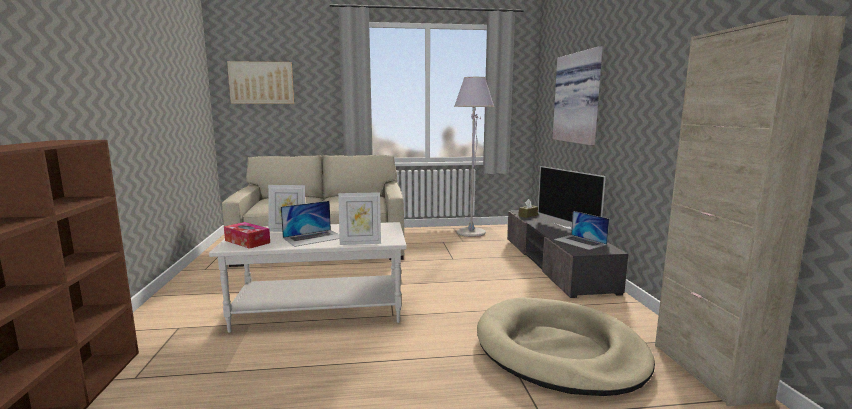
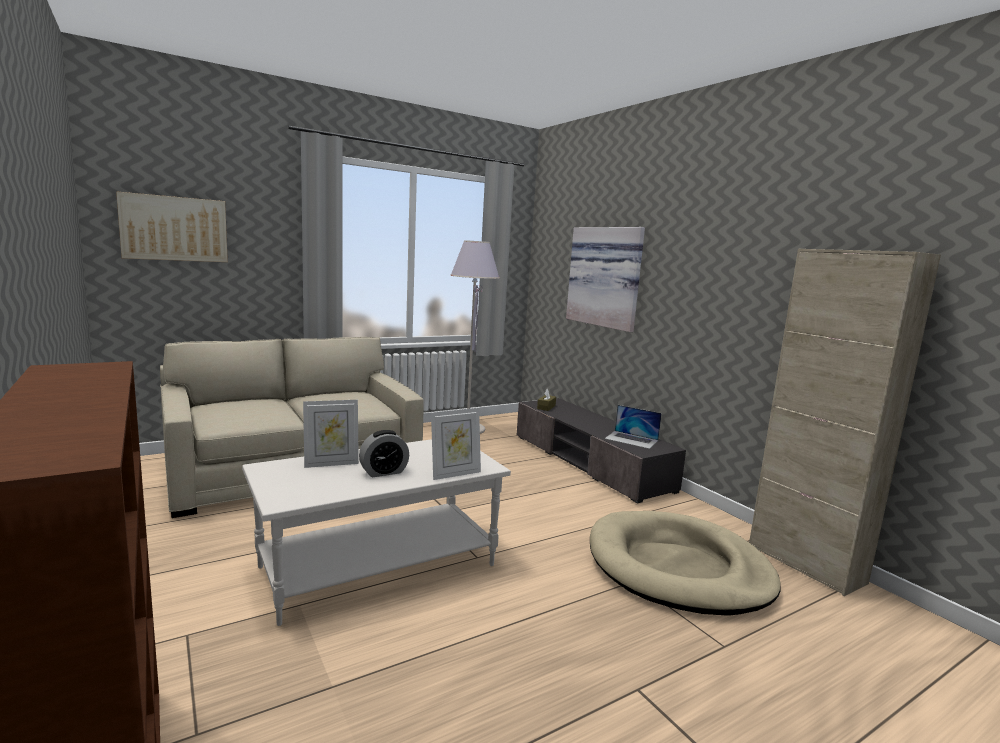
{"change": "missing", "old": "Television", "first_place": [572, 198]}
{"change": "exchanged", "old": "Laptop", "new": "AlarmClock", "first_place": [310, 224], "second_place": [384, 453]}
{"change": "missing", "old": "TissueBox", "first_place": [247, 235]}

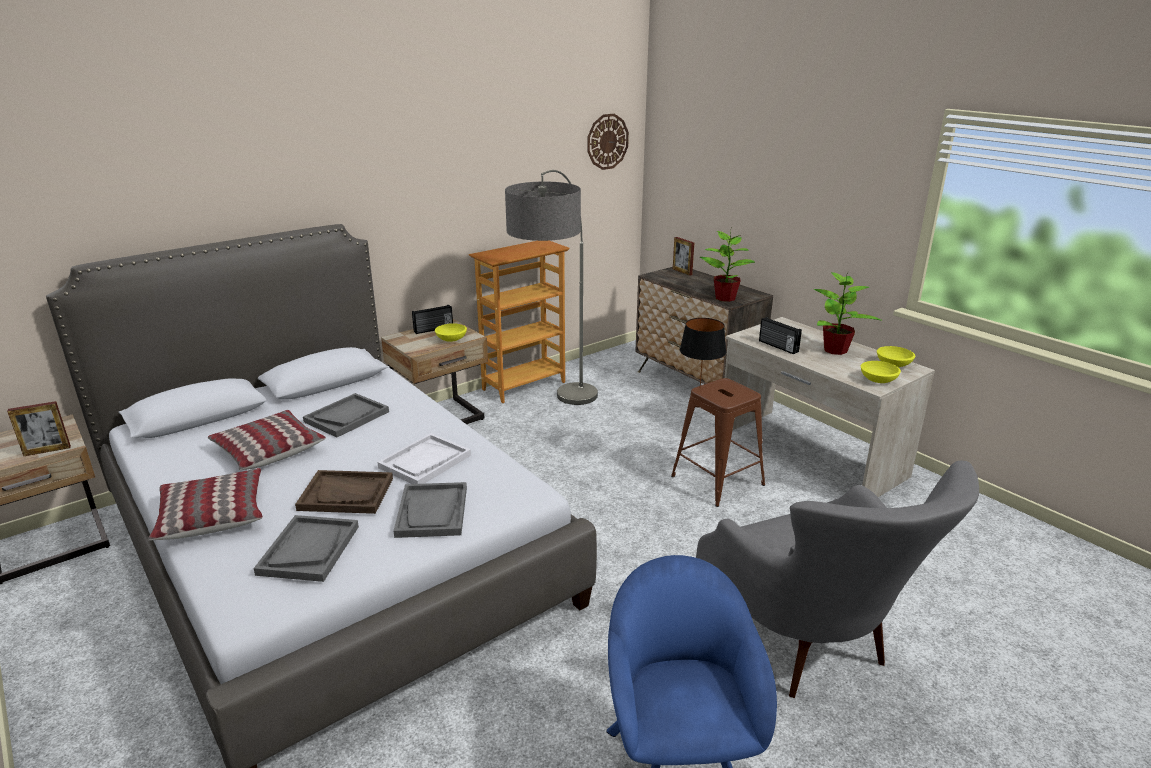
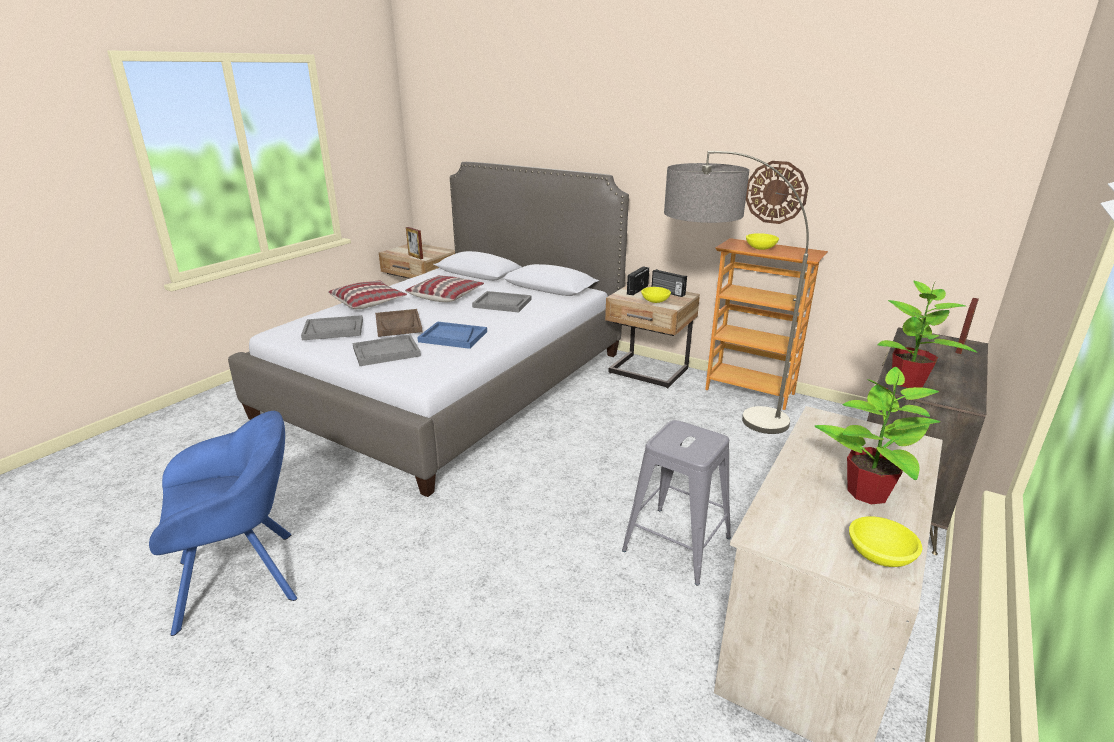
{"change": "relocated", "old": "WallClock", "first_place": [608, 142], "second_place": [777, 192]}
{"change": "relocated", "old": "Radio", "first_place": [780, 335], "second_place": [638, 280]}
{"change": "missing", "old": "BlackTableLamp", "first_place": [703, 352]}
{"change": "relocated", "old": "YellowBowl", "first_place": [881, 372], "second_place": [762, 241]}
{"change": "colour", "old": "BrownStool", "new": "GreyStool", "first_place": [718, 442], "second_place": [676, 503]}
{"change": "colour", "old": "WhiteTray", "new": "BlueTray", "first_place": [424, 458], "second_place": [452, 335]}
{"change": "missing", "old": "GreyArmchair", "first_place": [837, 579]}

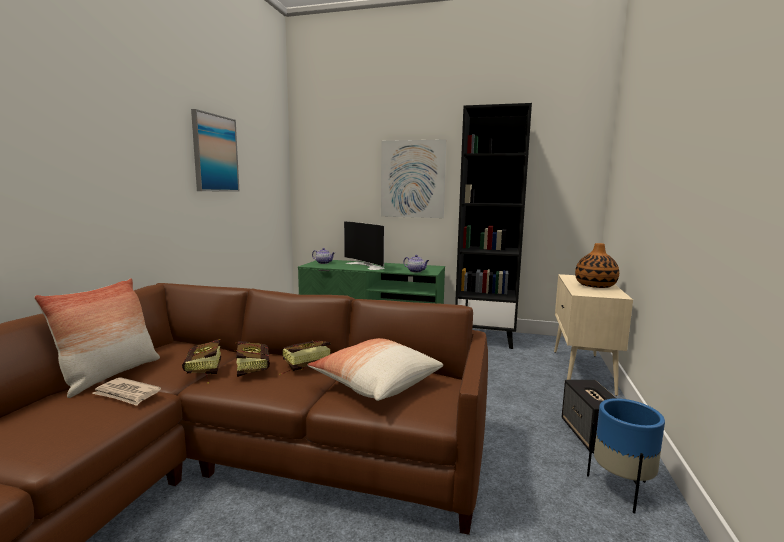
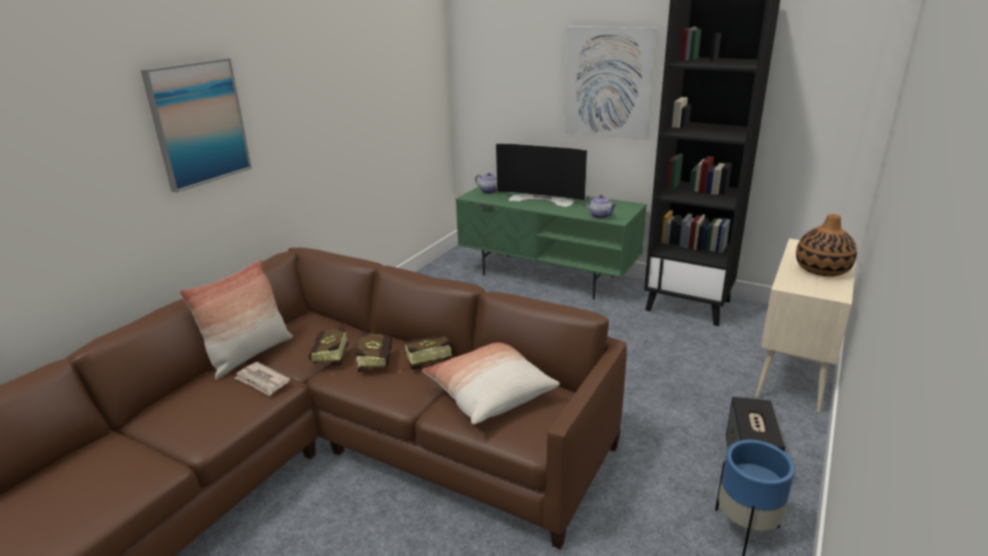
{"change": "relocated", "old": "Picture", "first_place": [215, 150], "second_place": [196, 125]}
{"change": "spun", "old": "Television", "first_place": [364, 245], "second_place": [542, 175], "degrees": -45}

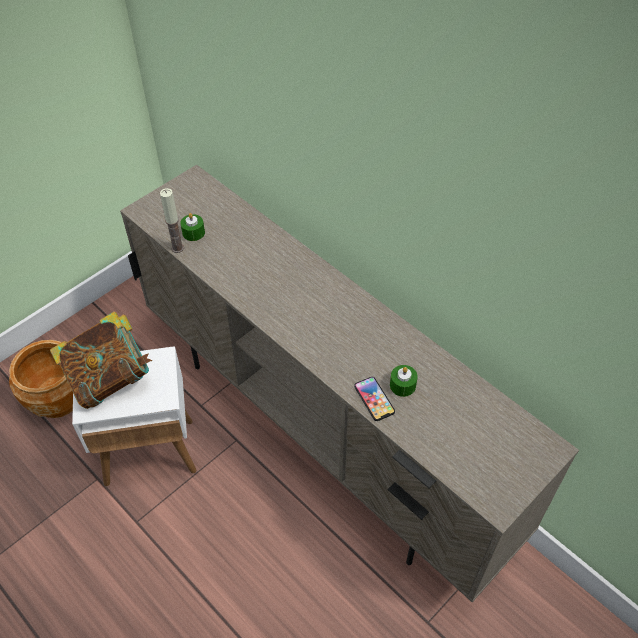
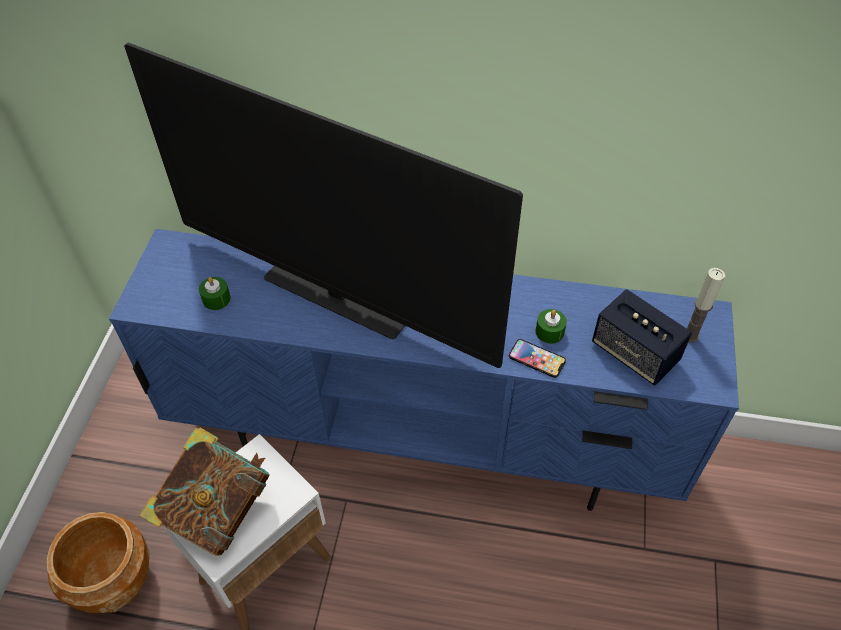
{"change": "colour", "old": "BeigeTvStand", "new": "BlueTvStand", "first_place": [349, 383], "second_place": [424, 370]}
{"change": "relocated", "old": "Candle", "first_place": [172, 220], "second_place": [706, 305]}
{"change": "appeared", "new": "Television", "second_place": [323, 205]}
{"change": "appeared", "new": "Speaker", "second_place": [642, 337]}

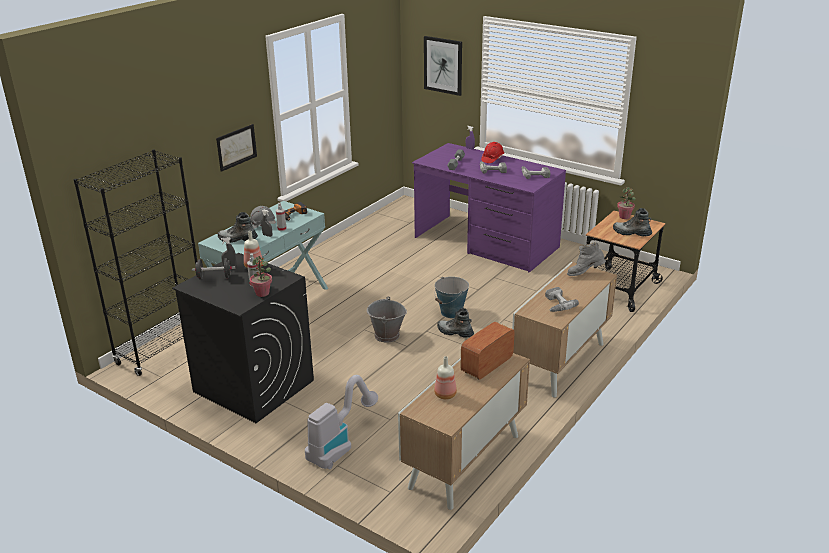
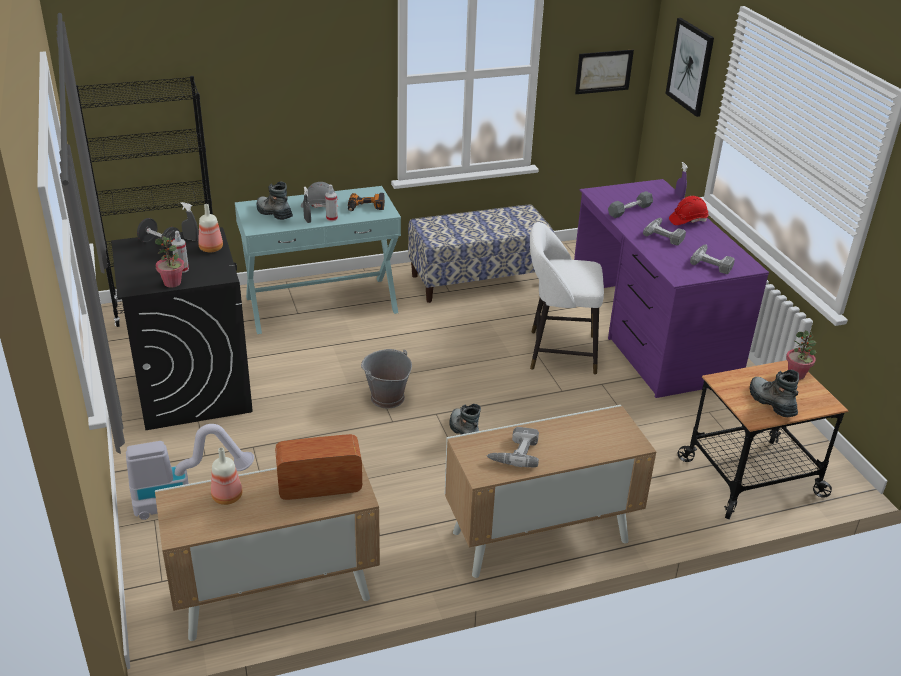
{"change": "relocated", "old": "Picture", "first_place": [236, 148], "second_place": [604, 72]}
{"change": "missing", "old": "GreyBoot", "first_place": [586, 259]}
{"change": "missing", "old": "Bucket", "first_place": [452, 297]}
{"change": "appeared", "new": "Bench", "second_place": [481, 254]}
{"change": "appeared", "new": "WhiteStool", "second_place": [567, 298]}

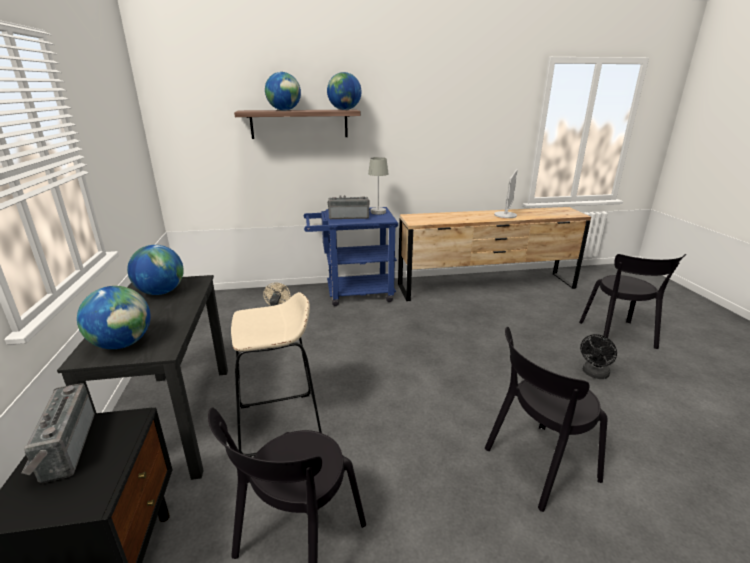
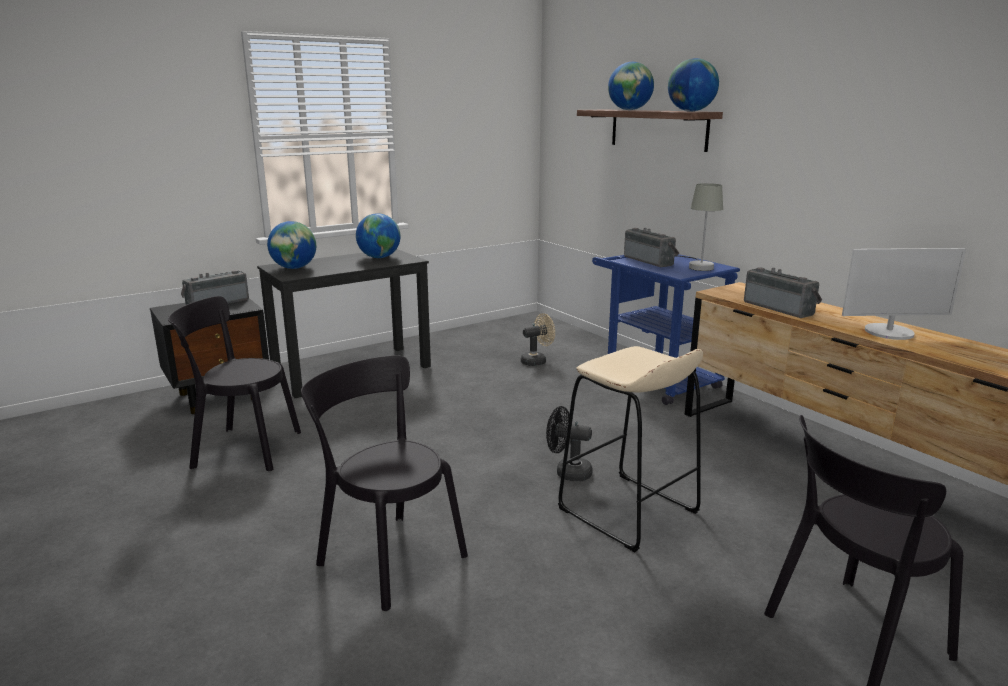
{"change": "relocated", "old": "BeigeStool", "first_place": [276, 374], "second_place": [630, 449]}
{"change": "relocated", "old": "BlackFan", "first_place": [598, 356], "second_place": [569, 443]}
{"change": "appeared", "new": "Radio", "second_place": [783, 292]}

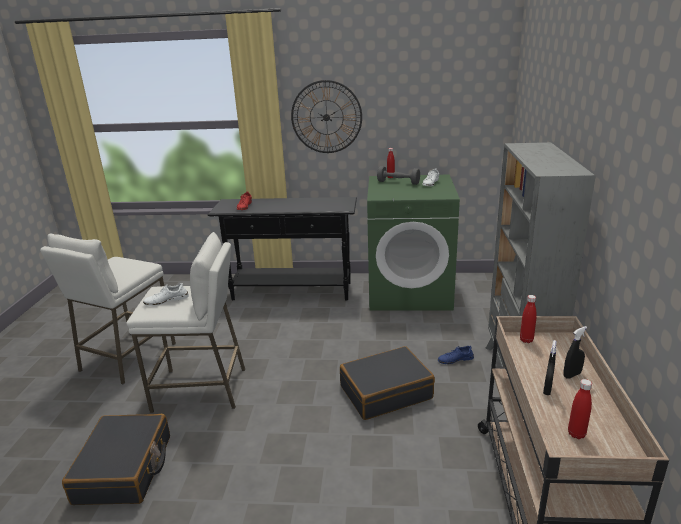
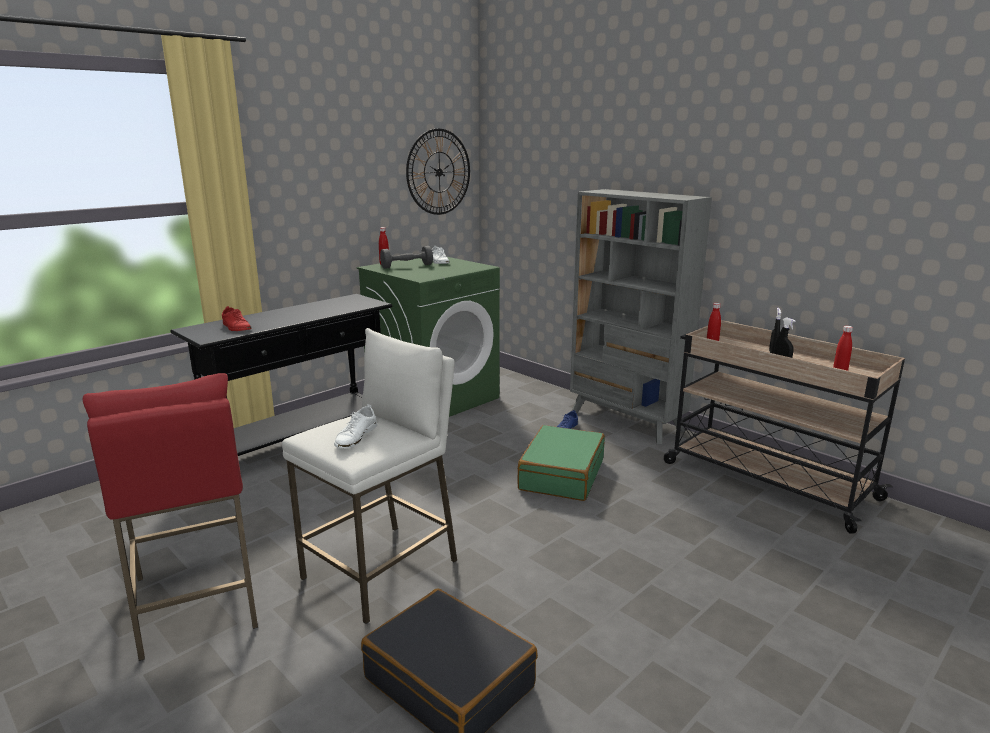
{"change": "relocated", "old": "WallClock", "first_place": [326, 116], "second_place": [438, 172]}
{"change": "colour", "old": "WhiteStool", "new": "RedStool", "first_place": [108, 309], "second_place": [170, 517]}
{"change": "colour", "old": "BlackSuitcase", "new": "GreenSuitcase", "first_place": [387, 383], "second_place": [561, 463]}

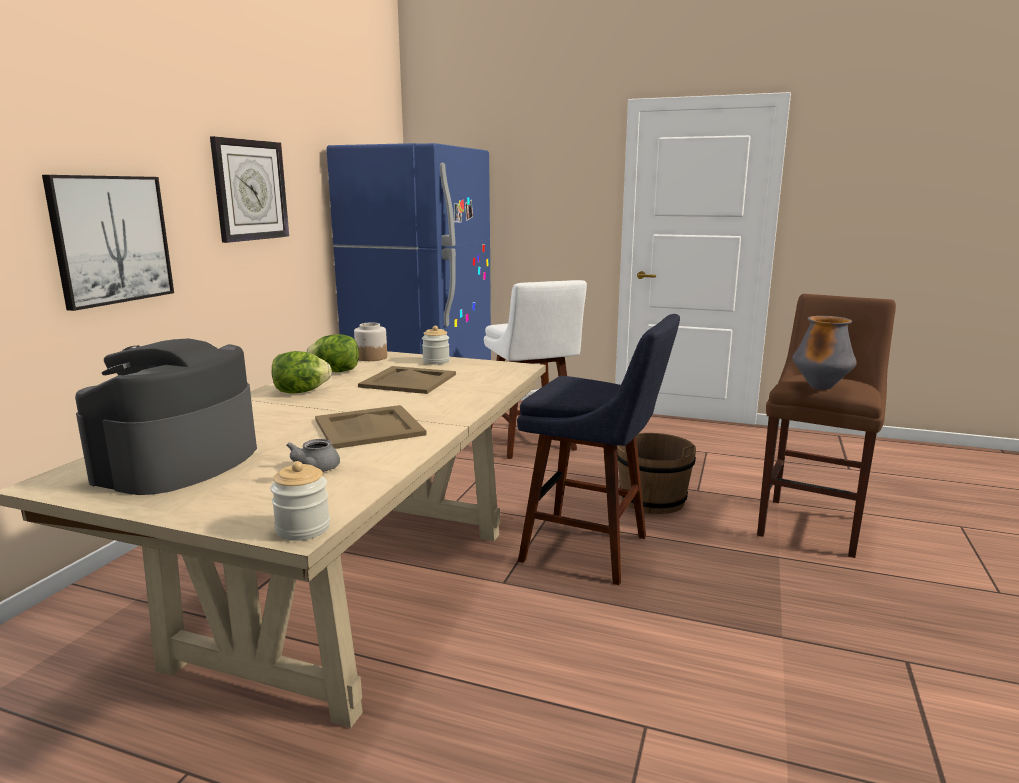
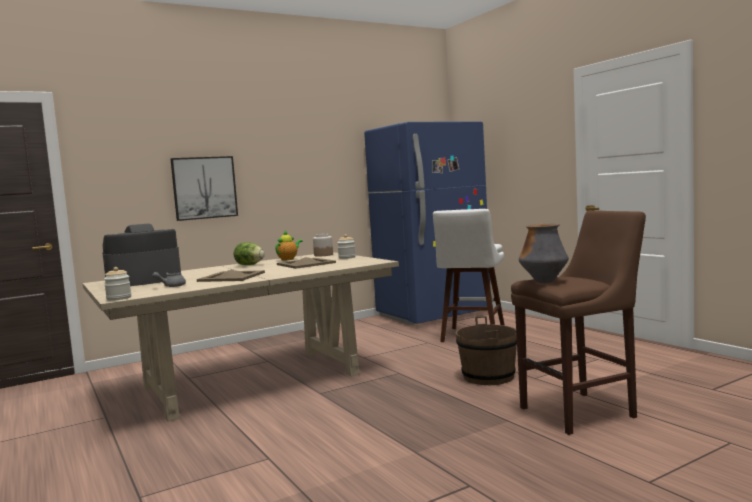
{"change": "missing", "old": "WallClock", "first_place": [249, 189]}
{"change": "missing", "old": "BlueStool", "first_place": [598, 449]}
{"change": "exchanged", "old": "Lettuce", "new": "Teapot", "first_place": [332, 353], "second_place": [288, 245]}

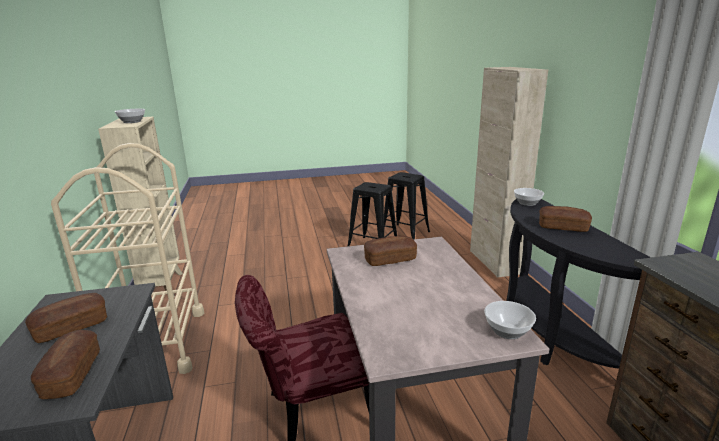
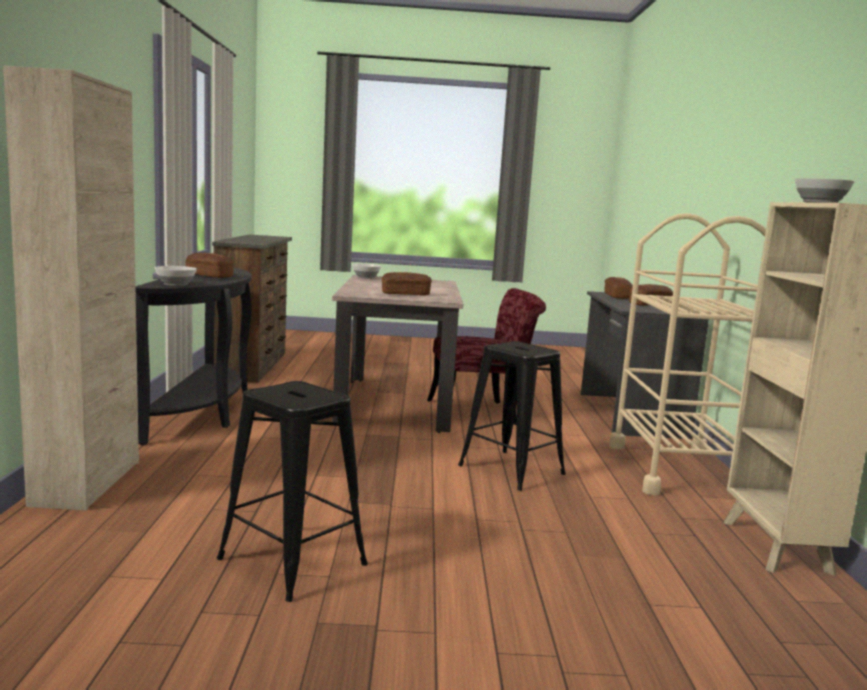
{"change": "relocated", "old": "BlackStool", "first_place": [407, 206], "second_place": [512, 416]}

